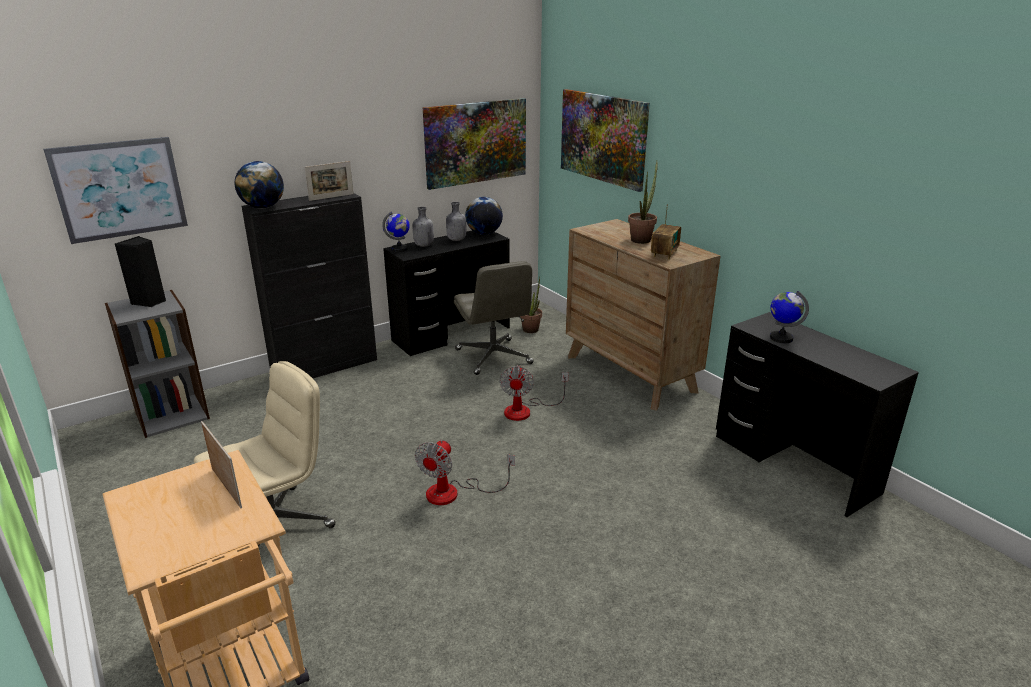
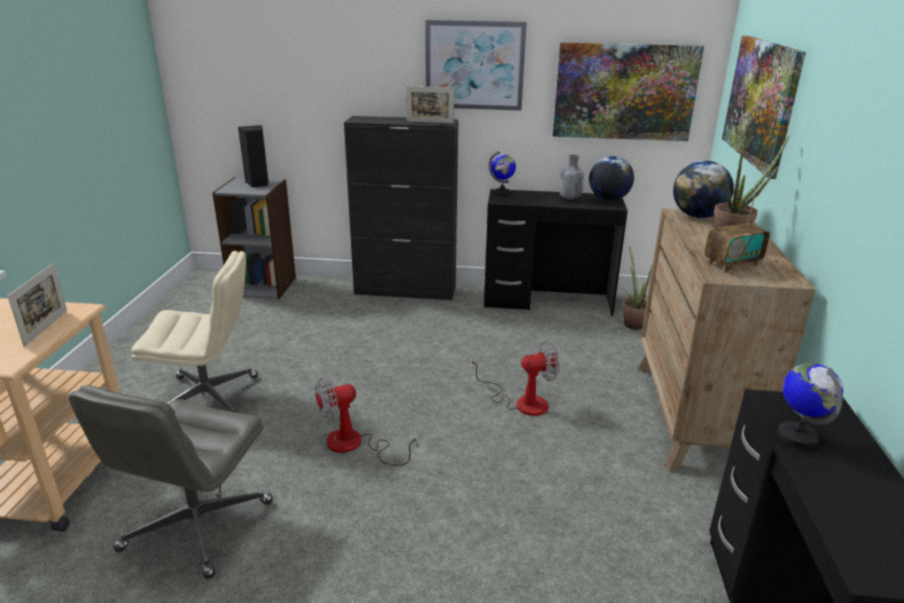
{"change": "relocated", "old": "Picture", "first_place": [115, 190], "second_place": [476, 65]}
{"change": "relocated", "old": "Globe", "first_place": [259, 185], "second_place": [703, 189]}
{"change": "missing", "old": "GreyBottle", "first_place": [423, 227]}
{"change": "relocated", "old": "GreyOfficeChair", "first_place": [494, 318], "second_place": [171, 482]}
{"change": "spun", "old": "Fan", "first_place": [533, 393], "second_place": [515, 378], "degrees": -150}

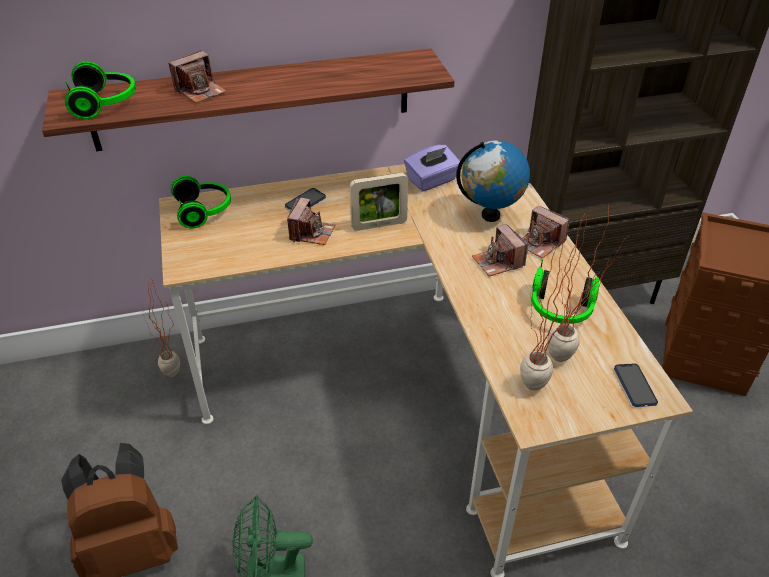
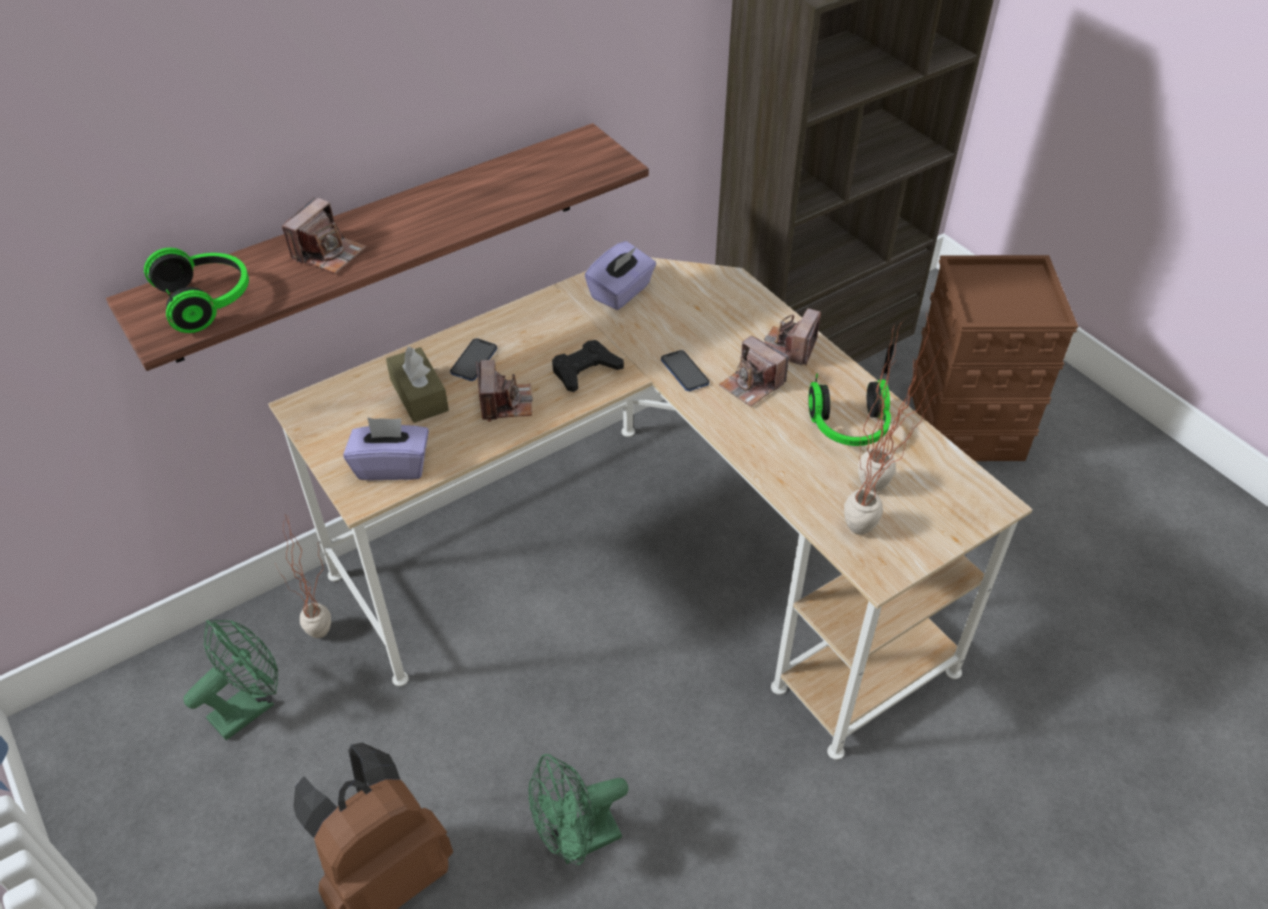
{"change": "missing", "old": "Globe", "first_place": [493, 181]}
{"change": "exchanged", "old": "PictureFrame", "new": "BlackGameController", "first_place": [378, 202], "second_place": [588, 366]}
{"change": "missing", "old": "Headphones", "first_place": [201, 202]}
{"change": "spun", "old": "PhotoCamera", "first_place": [546, 232], "second_place": [792, 337], "degrees": 90}
{"change": "relocated", "old": "Phone", "first_place": [636, 385], "second_place": [685, 370]}
{"change": "appeared", "new": "BrownTissueBox", "second_place": [417, 384]}
{"change": "appeared", "new": "PurpleTissueBox", "second_place": [386, 448]}
{"change": "appeared", "new": "GreenFan", "second_place": [231, 680]}

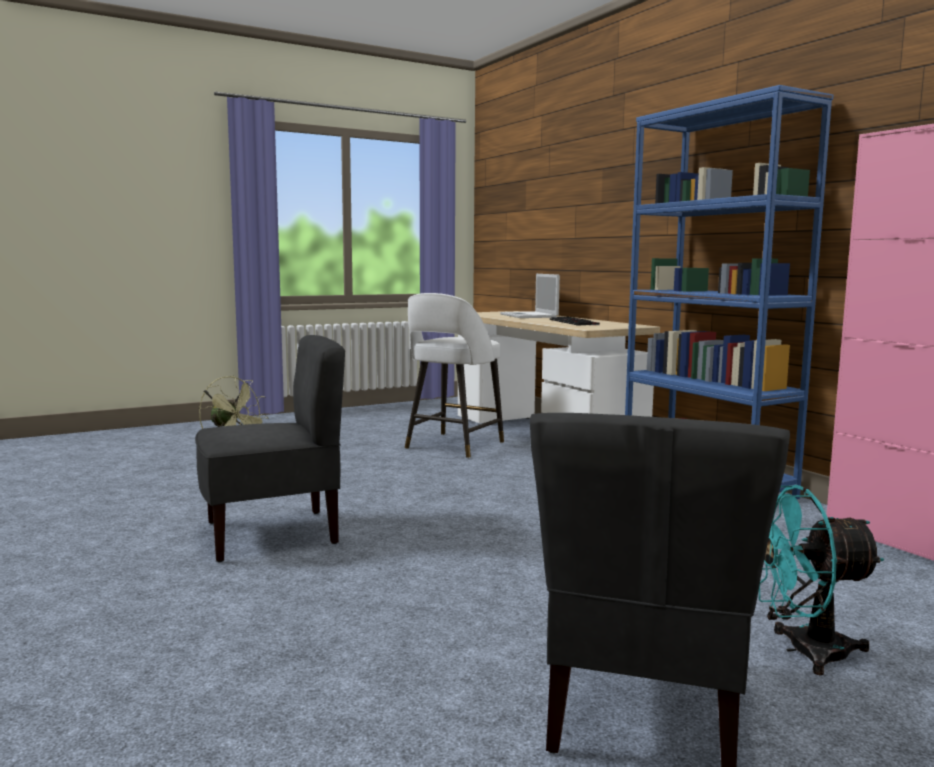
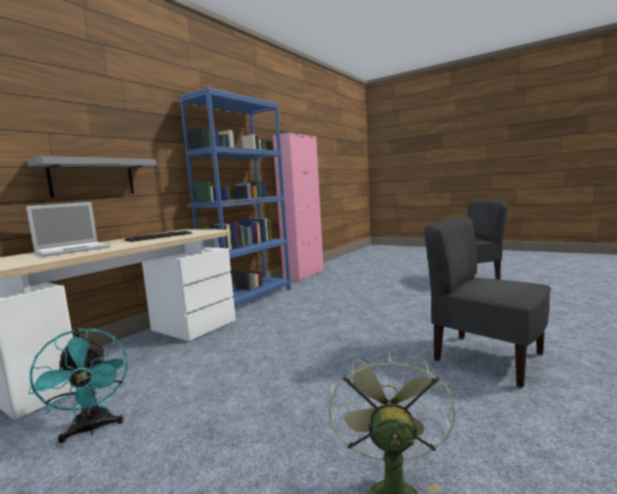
{"change": "missing", "old": "WhiteStool", "first_place": [454, 375]}
{"change": "relocated", "old": "TurquoiseFan", "first_place": [822, 580], "second_place": [78, 386]}
{"change": "appeared", "new": "GreyShelf", "second_place": [92, 177]}

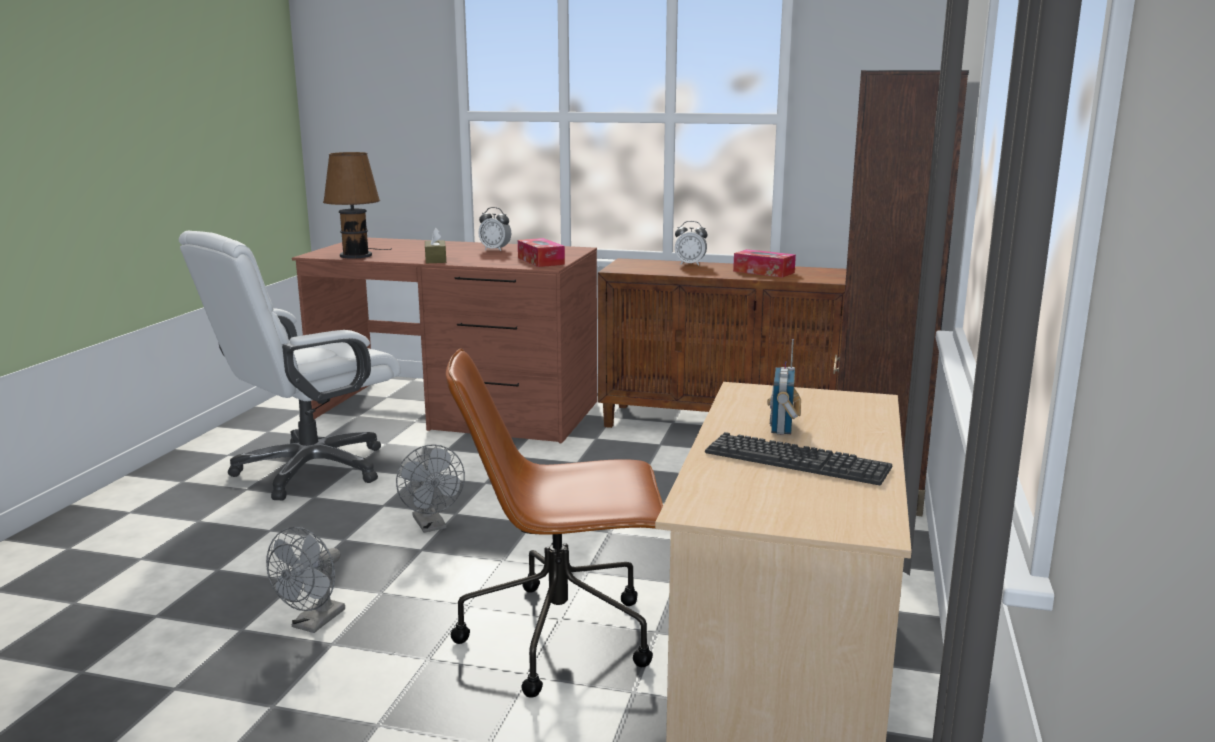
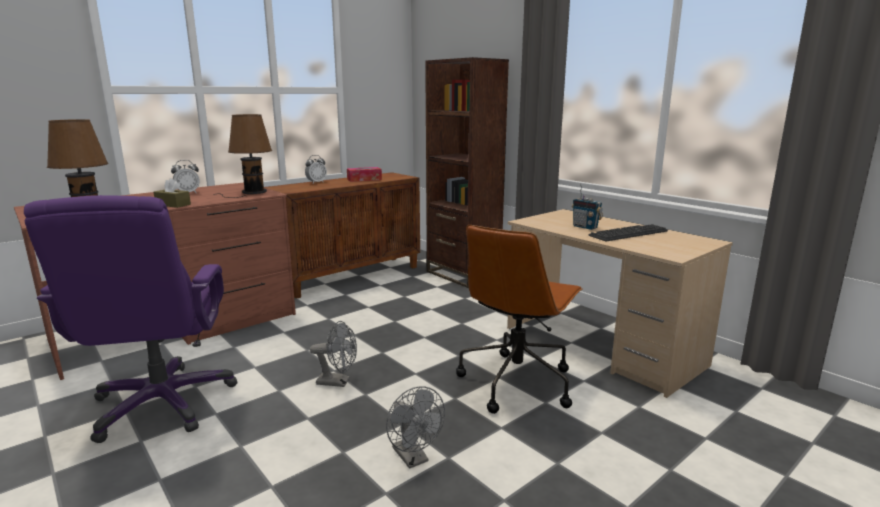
{"change": "colour", "old": "WhiteOfficeChair", "new": "PurpleOfficeChair", "first_place": [290, 366], "second_place": [130, 319]}
{"change": "exchanged", "old": "TissueBox", "new": "BrownTableLamp", "first_place": [541, 252], "second_place": [242, 156]}

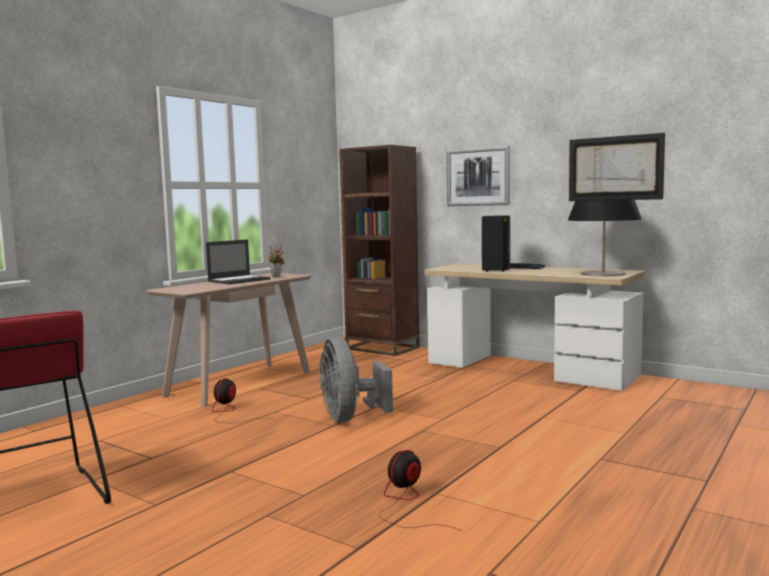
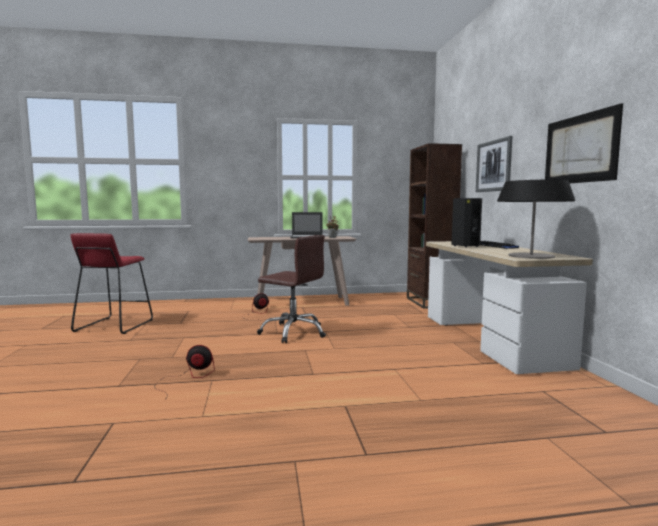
{"change": "exchanged", "old": "GreyFan", "new": "BrownOfficeChair", "first_place": [356, 380], "second_place": [291, 289]}

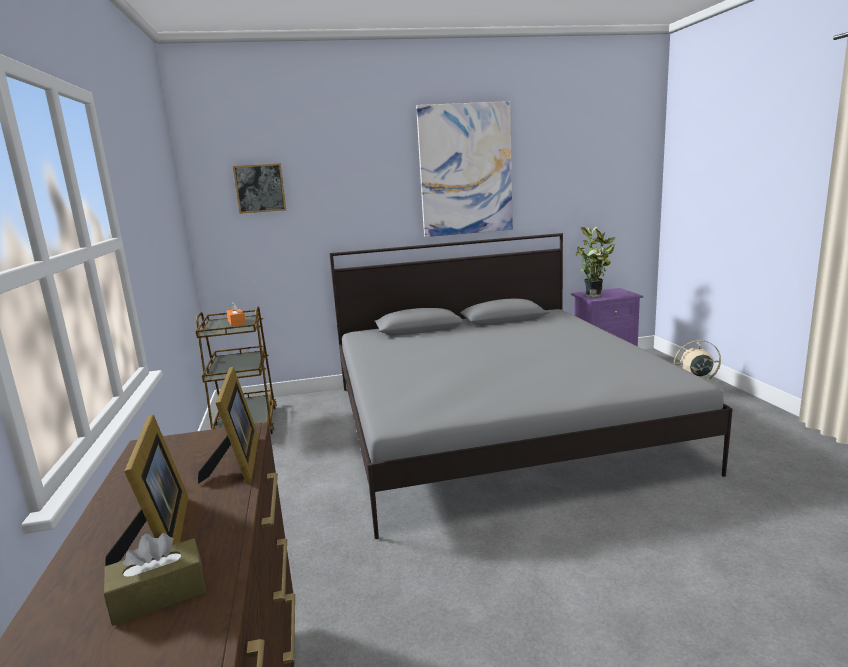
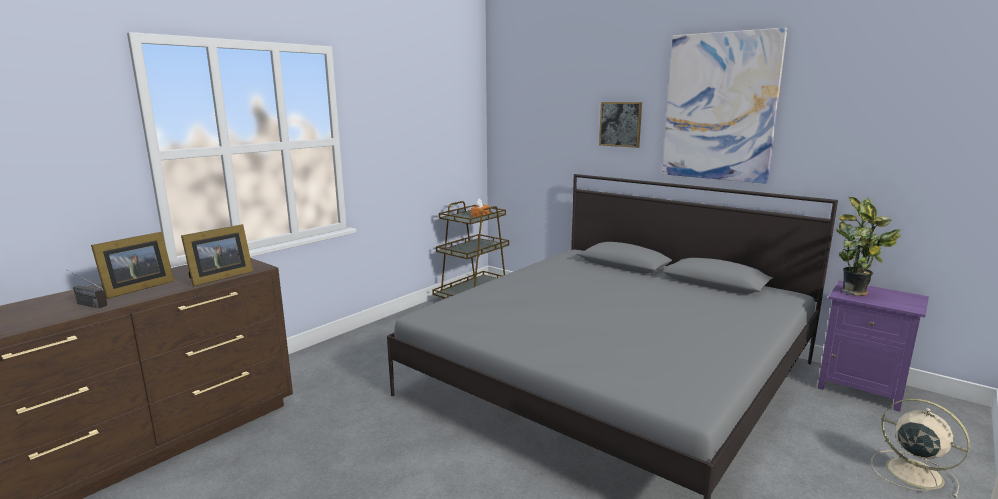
{"change": "relocated", "old": "Picture", "first_place": [259, 188], "second_place": [620, 125]}
{"change": "exchanged", "old": "BrownTissueBox", "new": "Radio", "first_place": [155, 579], "second_place": [86, 289]}

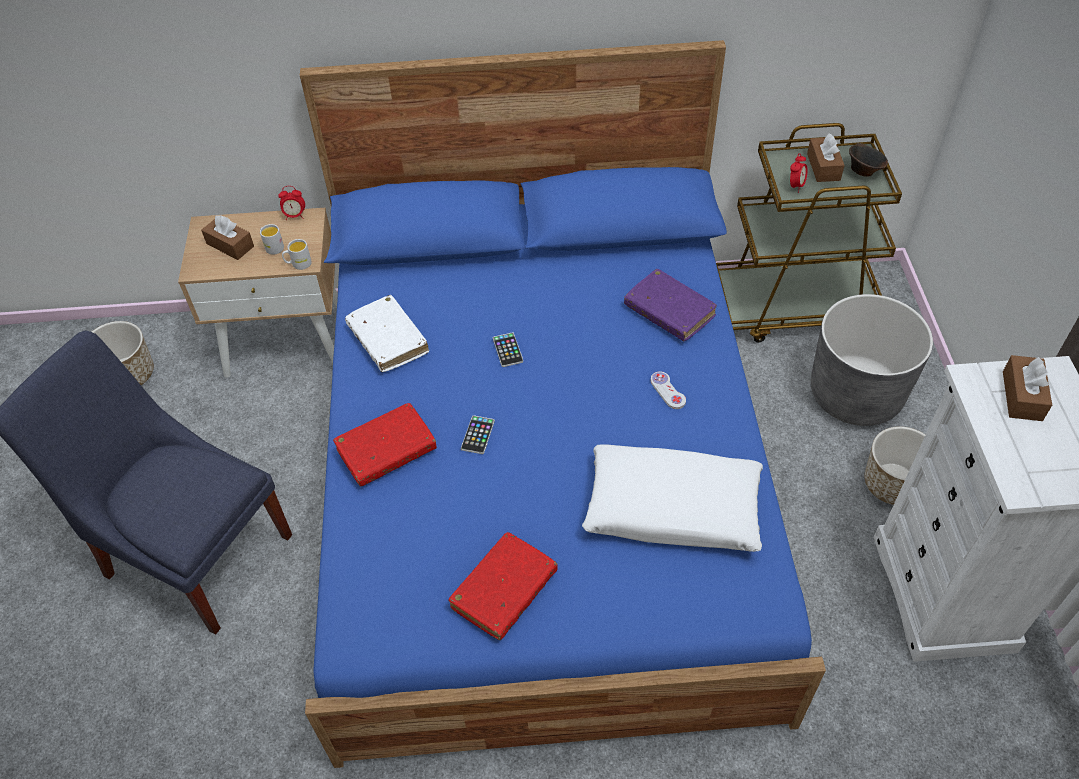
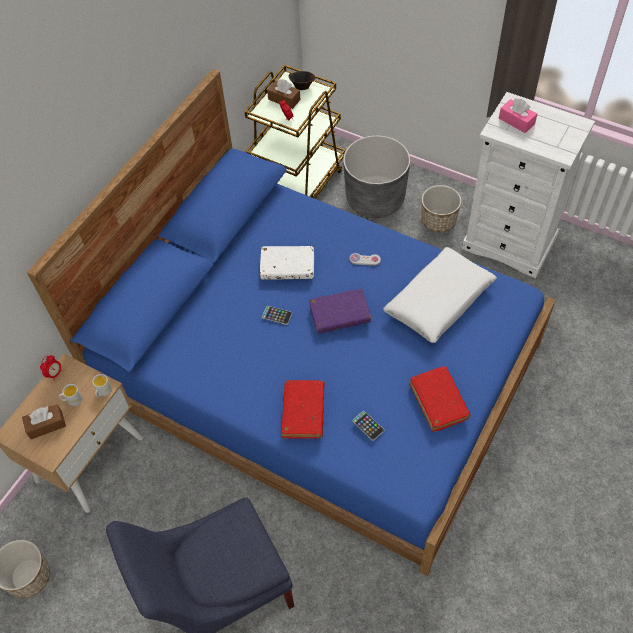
{"change": "relocated", "old": "PurpleBook", "first_place": [670, 305], "second_place": [340, 311]}
{"change": "relocated", "old": "WhiteBook", "first_place": [387, 333], "second_place": [287, 263]}
{"change": "colour", "old": "BrownTissueBox", "new": "PinkTissueBox", "first_place": [1027, 388], "second_place": [518, 115]}
{"change": "relocated", "old": "Phone", "first_place": [478, 434], "second_place": [368, 426]}

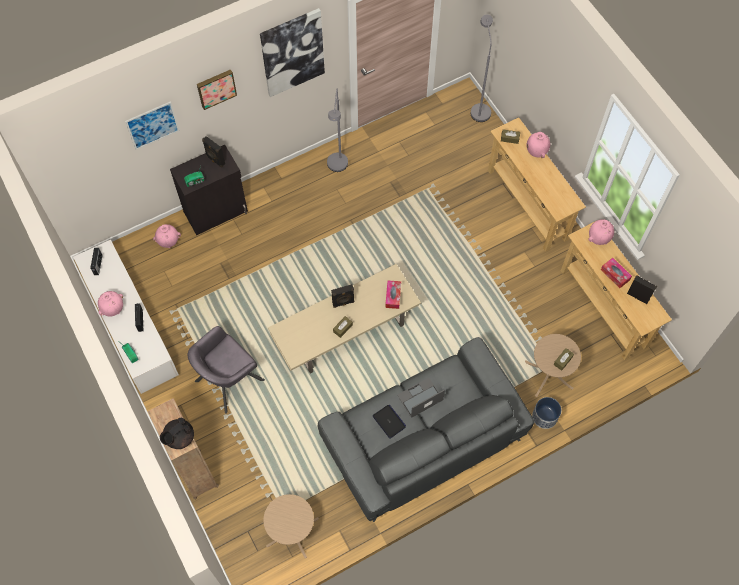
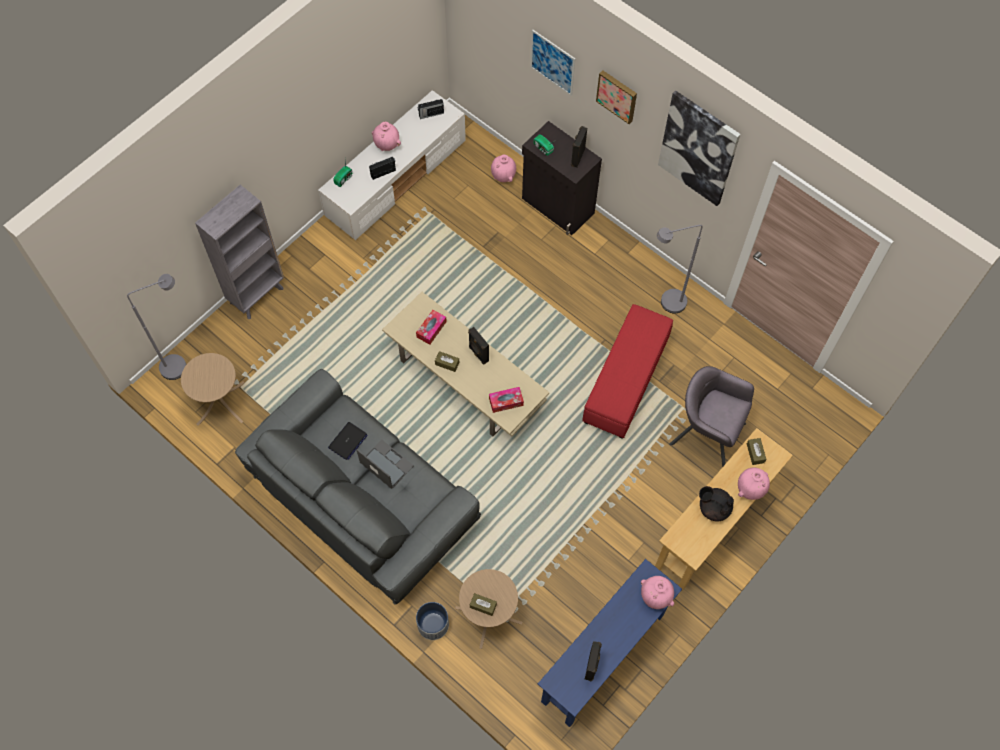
{"change": "relocated", "old": "GreyFloorLamp", "first_place": [482, 68], "second_place": [157, 327]}
{"change": "colour", "old": "BeigeConsoleTable", "new": "BlueConsoleTable", "first_place": [616, 290], "second_place": [610, 643]}
{"change": "relocated", "old": "TissueBox", "first_place": [616, 273], "second_place": [431, 327]}
{"change": "relocated", "old": "GreyArmchair", "first_place": [226, 370], "second_place": [711, 416]}
{"change": "colour", "old": "BrownBookcase", "new": "GreyBookcase", "first_place": [183, 448], "second_place": [239, 252]}
{"change": "relocated", "old": "BlackTeapot", "first_place": [177, 433], "second_place": [716, 503]}
{"change": "appeared", "new": "RedOttoman", "second_place": [627, 371]}

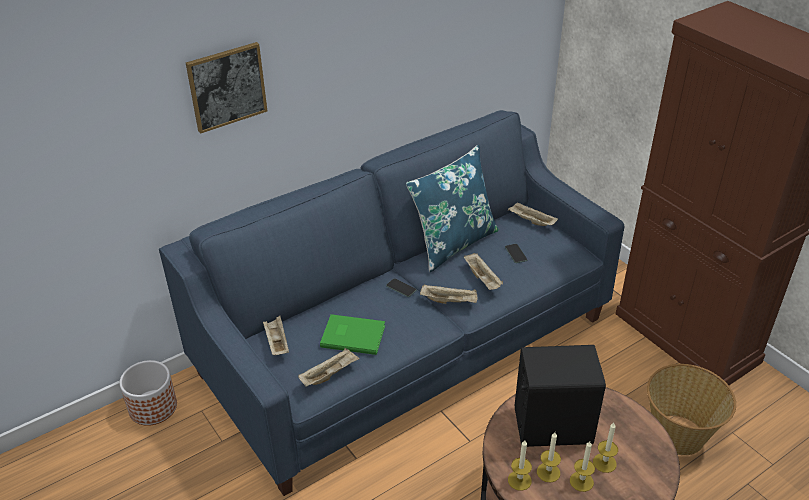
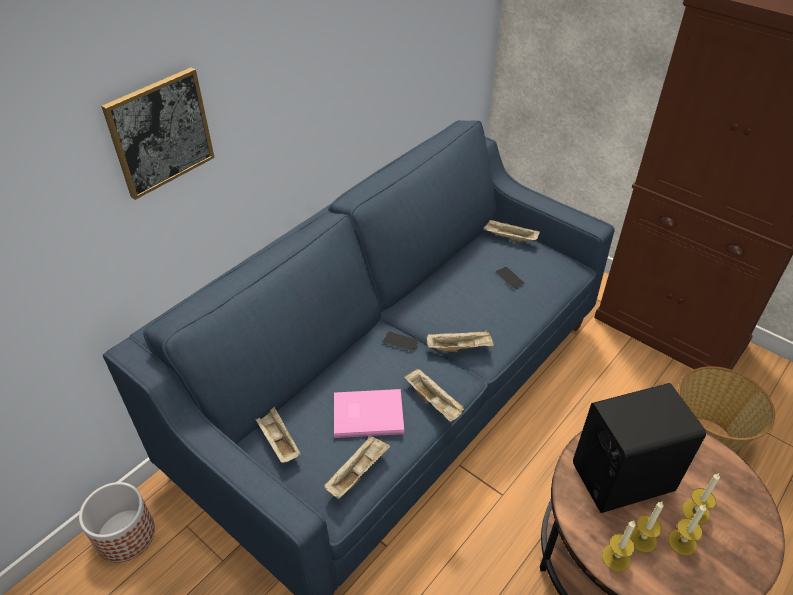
{"change": "missing", "old": "BluePillow", "first_place": [452, 208]}
{"change": "relocated", "old": "BeigeTray", "first_place": [483, 271], "second_place": [434, 395]}
{"change": "colour", "old": "GreenBook", "new": "PinkBook", "first_place": [352, 334], "second_place": [369, 413]}

